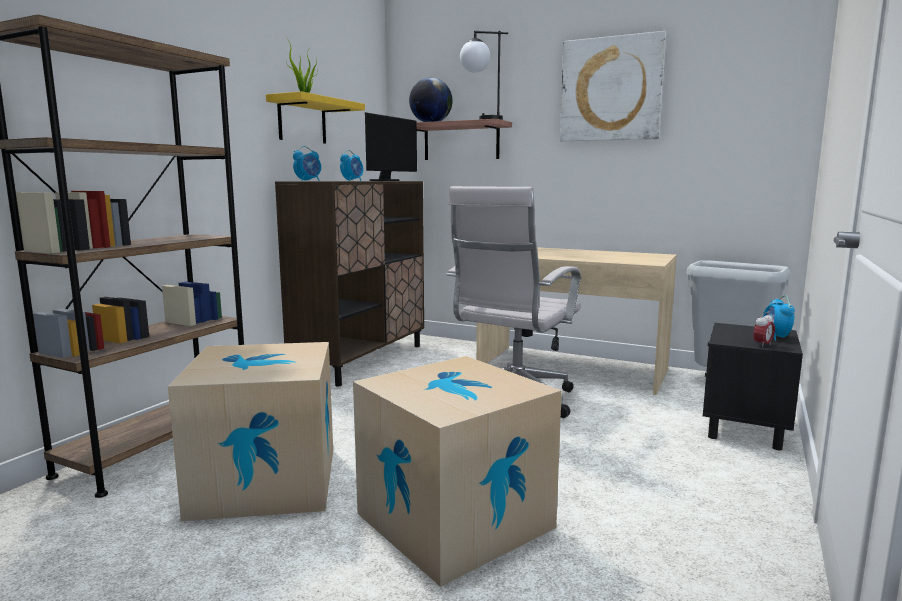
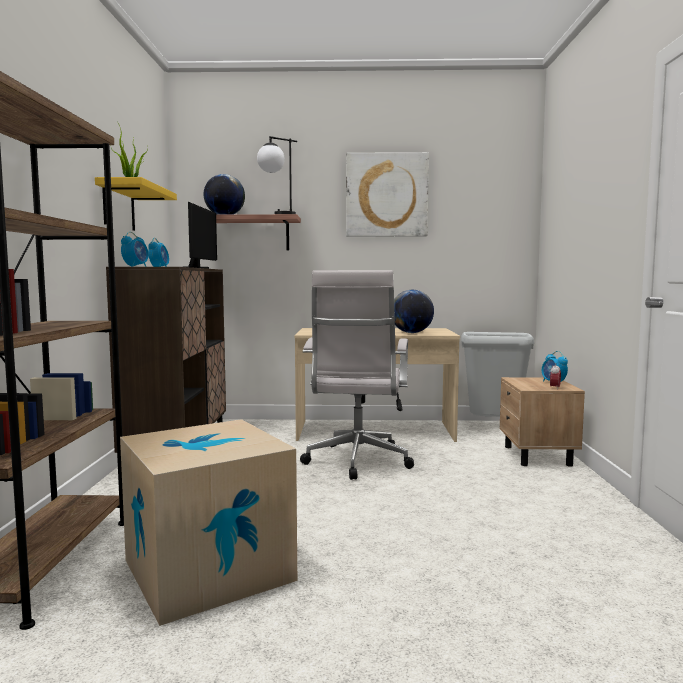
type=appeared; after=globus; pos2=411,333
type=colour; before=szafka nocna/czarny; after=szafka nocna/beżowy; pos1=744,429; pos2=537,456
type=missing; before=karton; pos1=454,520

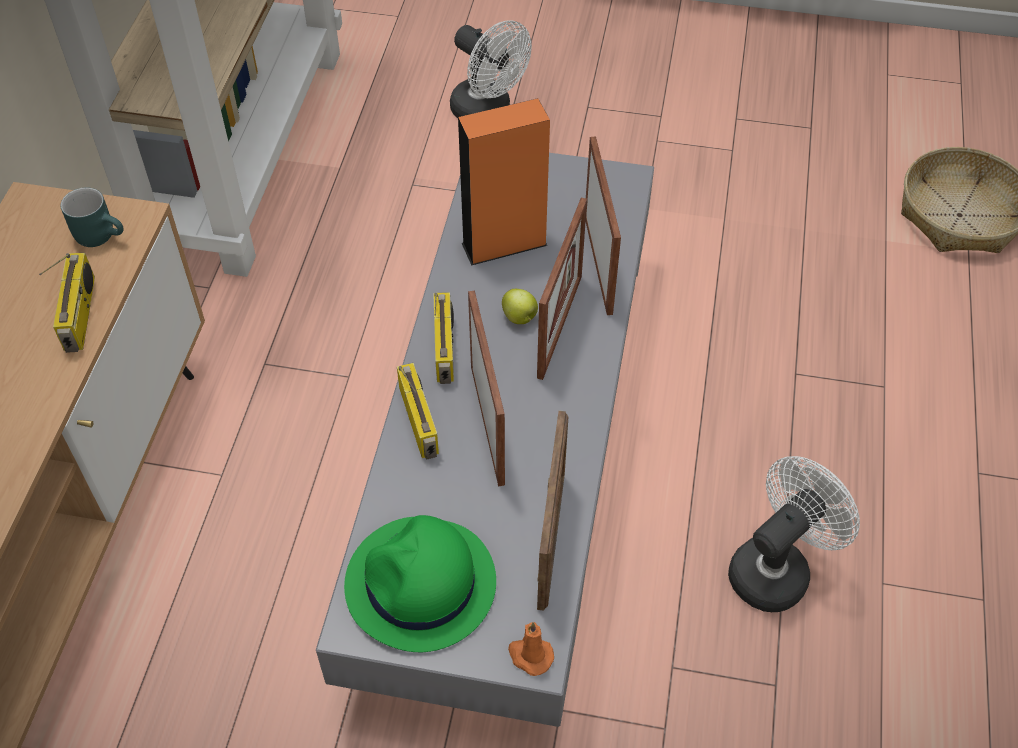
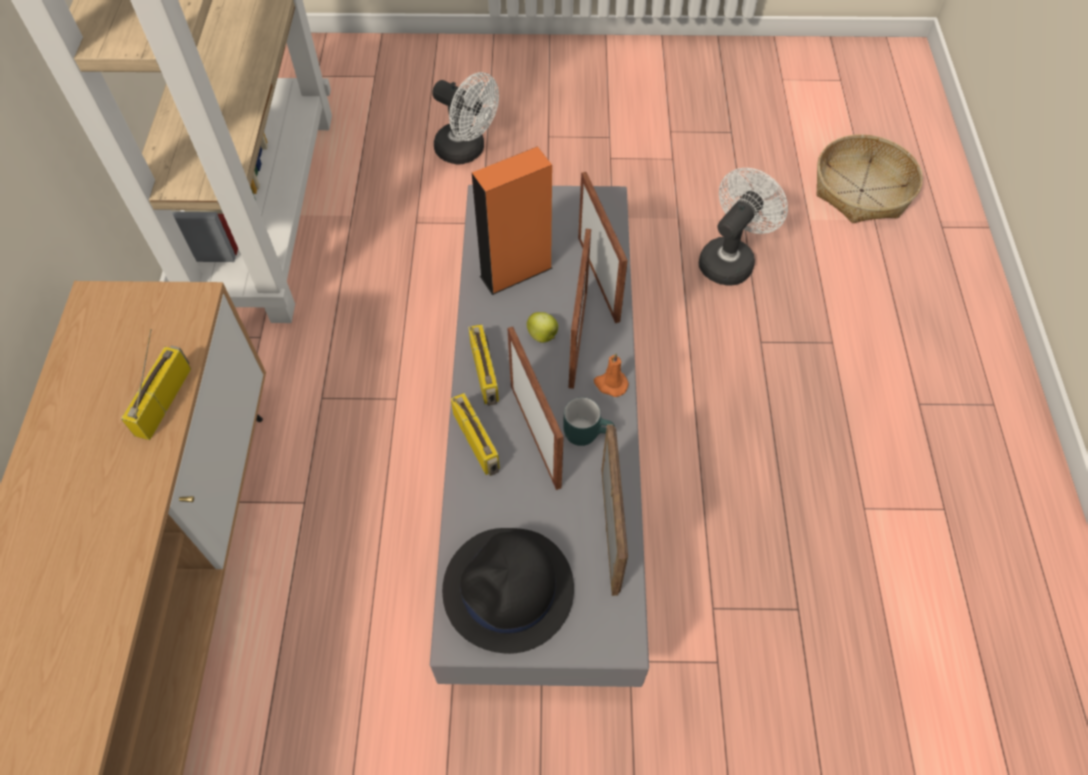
type=spun; before=radio; pos1=81,315; pos2=163,399; turn=-150
type=colour; before=kapelusz/zielony; after=kapelusz/czarny; pos1=420,585; pos2=508,590
type=relocated; before=kubek/turkusowy; pos1=102,234; pos2=587,431
type=relocated; before=świeca/pomarańczowy; pos1=530,655; pos2=610,384
type=relocated; before=wentylator/biały; pos1=776,568; pos2=730,259

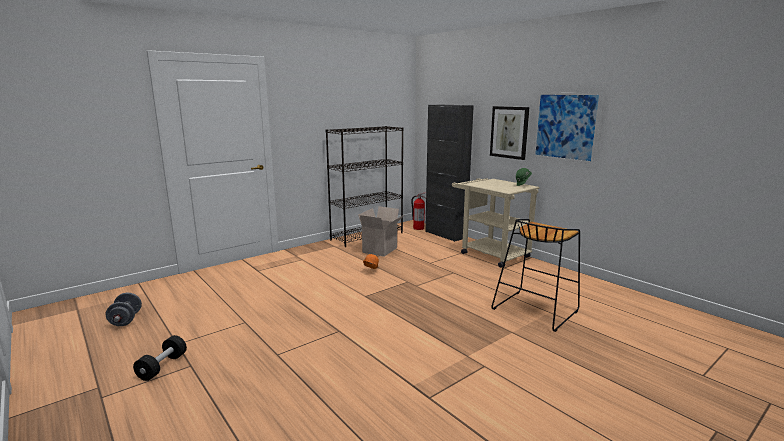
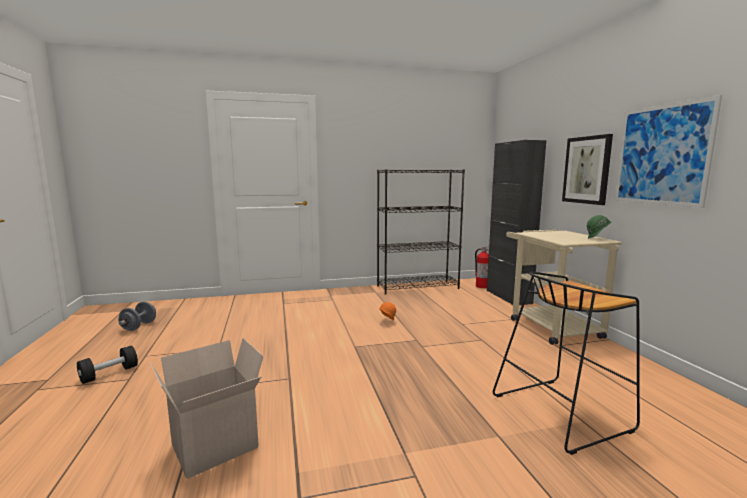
type=relocated; before=karton; pos1=380,250; pos2=214,448

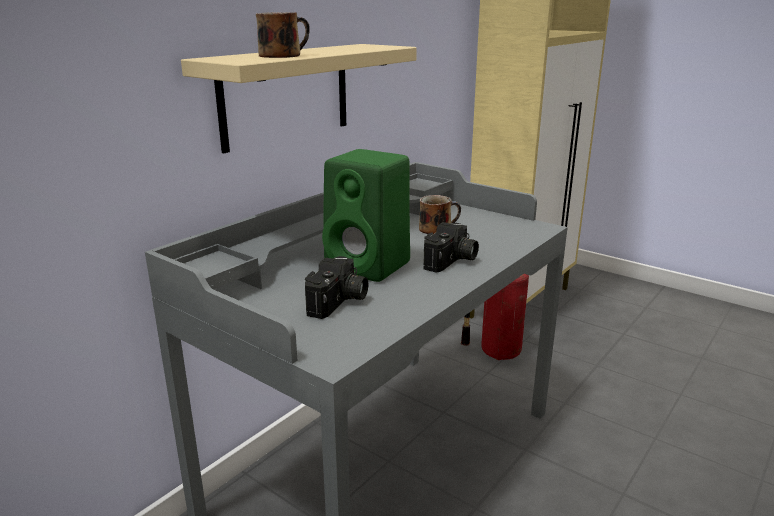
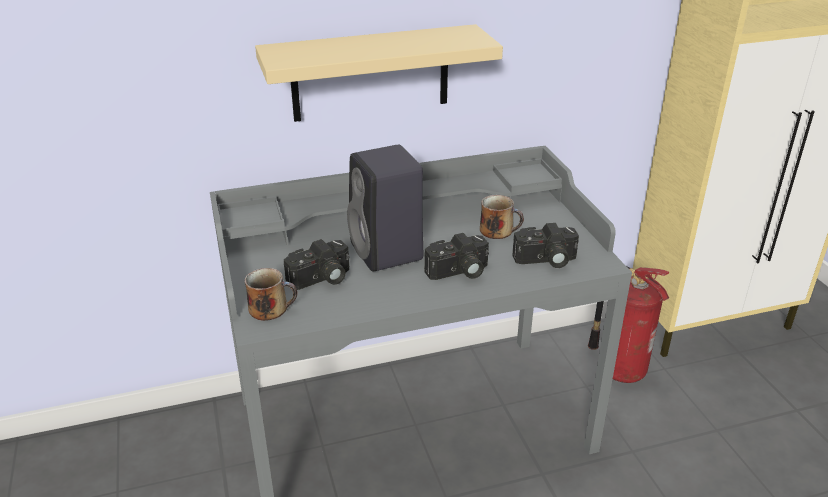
type=relocated; before=kubek; pos1=282,55; pos2=270,308
type=colour; before=głośnik/zielony; after=głośnik/czarny; pos1=370,266; pos2=388,253
type=appeared; after=aparat fotograficzny; pos2=545,261

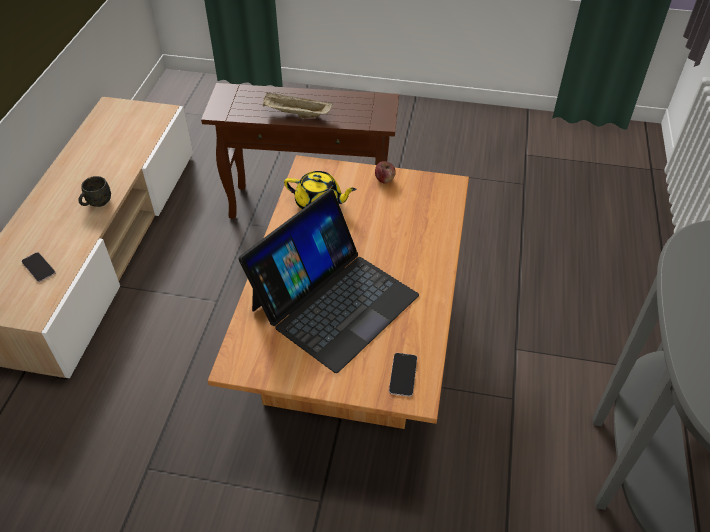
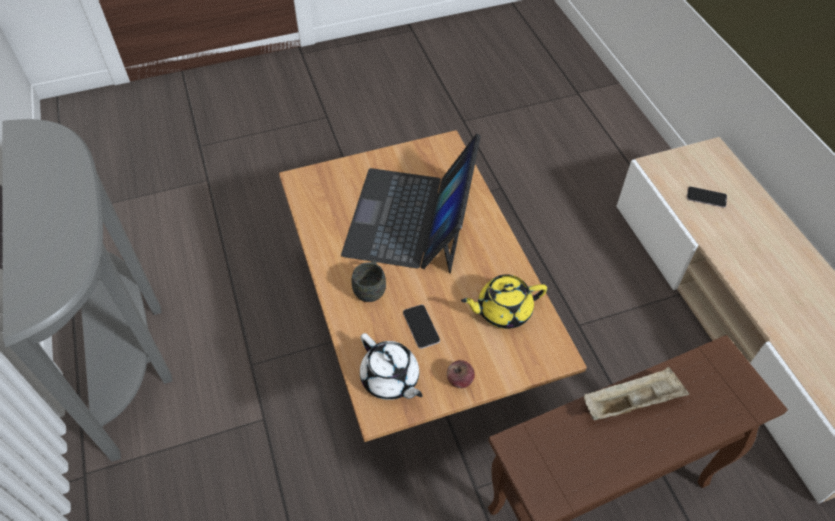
type=relocated; before=kubek/szary; pos1=96,203; pos2=370,288
type=appeared; after=imbryk/biały; pos2=390,379
type=relocated; before=telefon; pos1=403,375; pos2=421,327

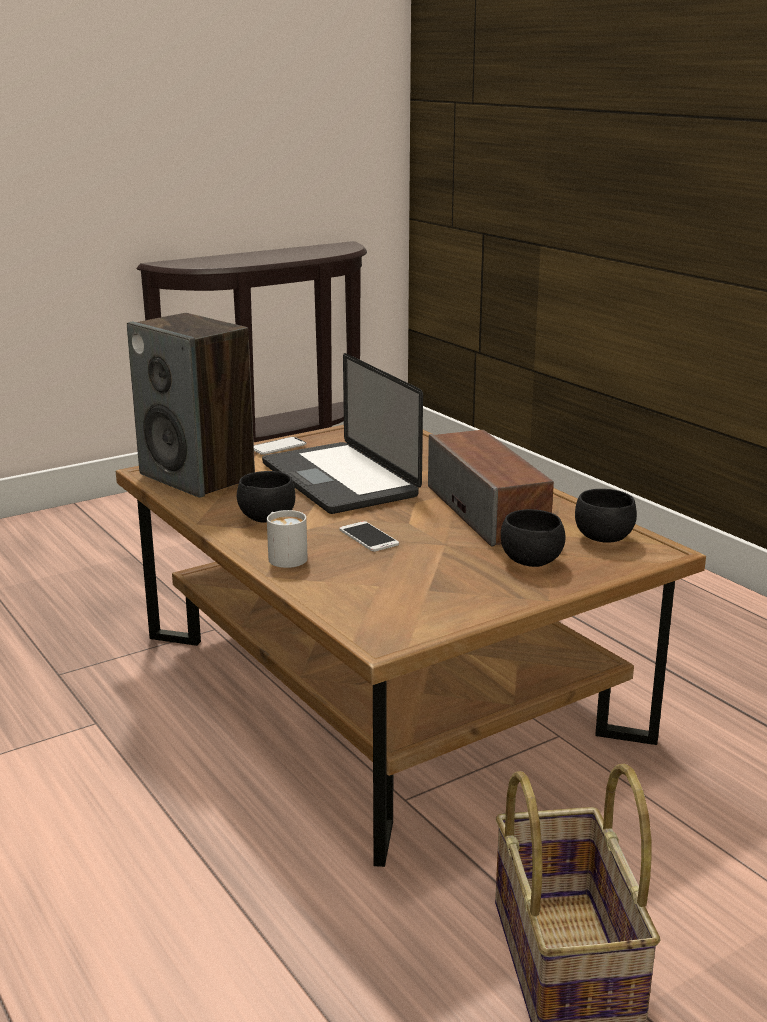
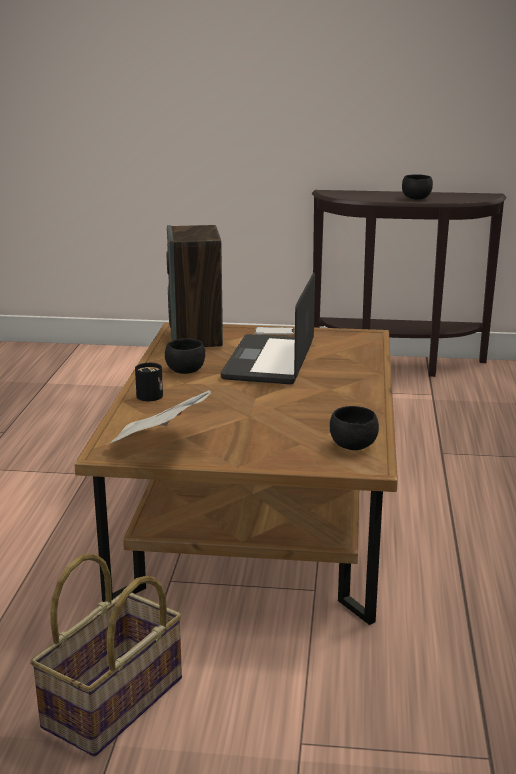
type=appeared; after=gazeta; pos2=160,444
type=colour; before=kubek/biały; after=kubek/czarny; pos1=284,556; pos2=151,394
type=relocated; before=miska/czarny; pos1=531,562; pos2=416,198
type=missing; before=telefon; pos1=368,537
type=missing; before=głośnik; pos1=487,511

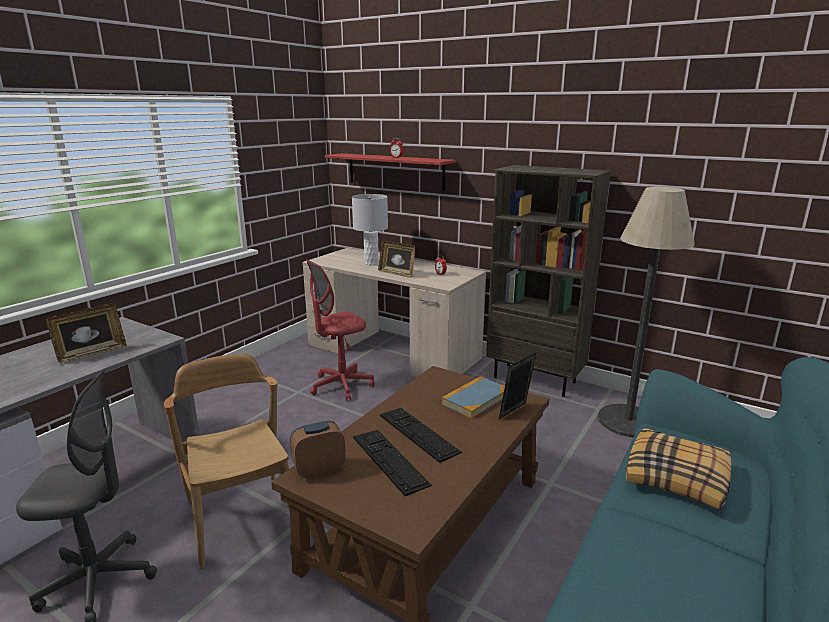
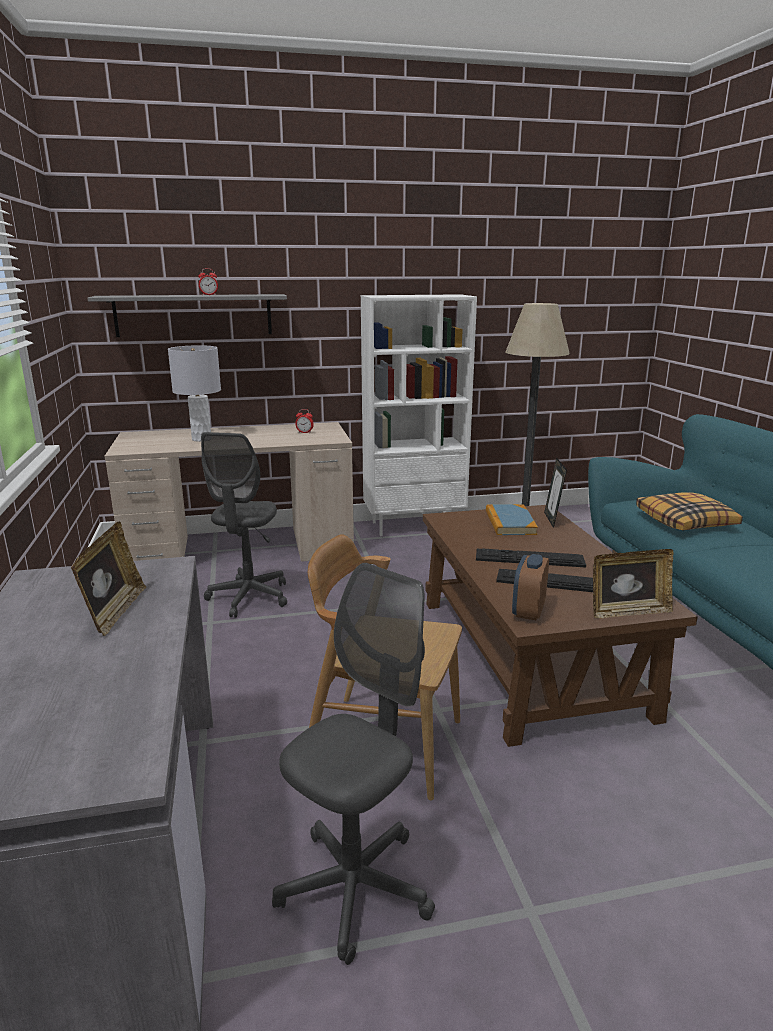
type=colour; before=półka/czerwony; after=półka/szary; pos1=395,171; pos2=193,315
type=colour; before=krzesło biurowe/czerwony; after=krzesło biurowe/szary; pos1=341,386; pos2=249,597
type=colour; before=regał/brązowy; after=regał/biały; pos1=535,379; pos2=414,525
type=relocated; before=ramka na zdjęcie; pos1=397,273; pos2=628,611

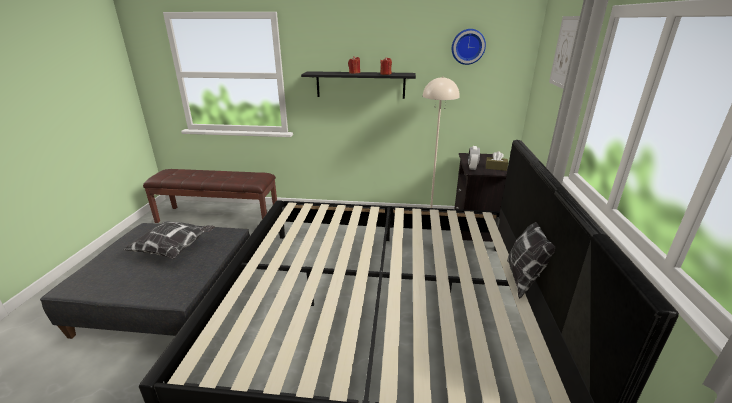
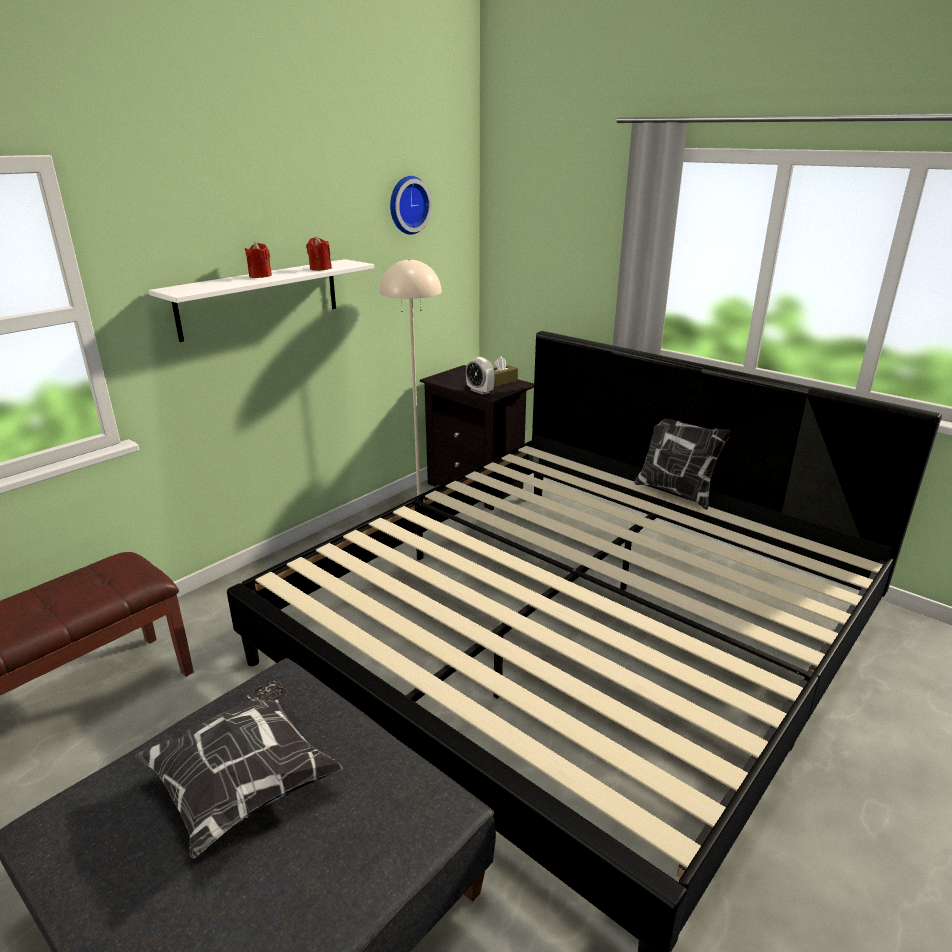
type=colour; before=półka/czarny; after=półka/biały; pos1=360,85; pos2=260,298
type=missing; before=obraz; pos1=564,52

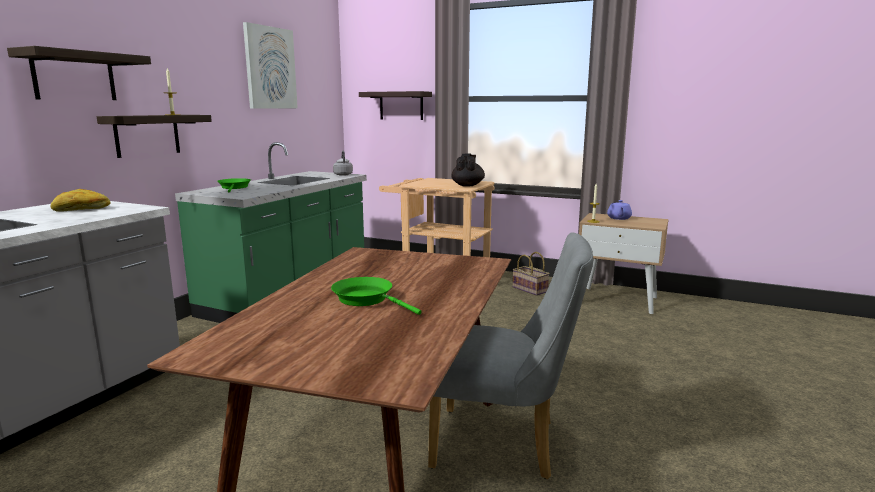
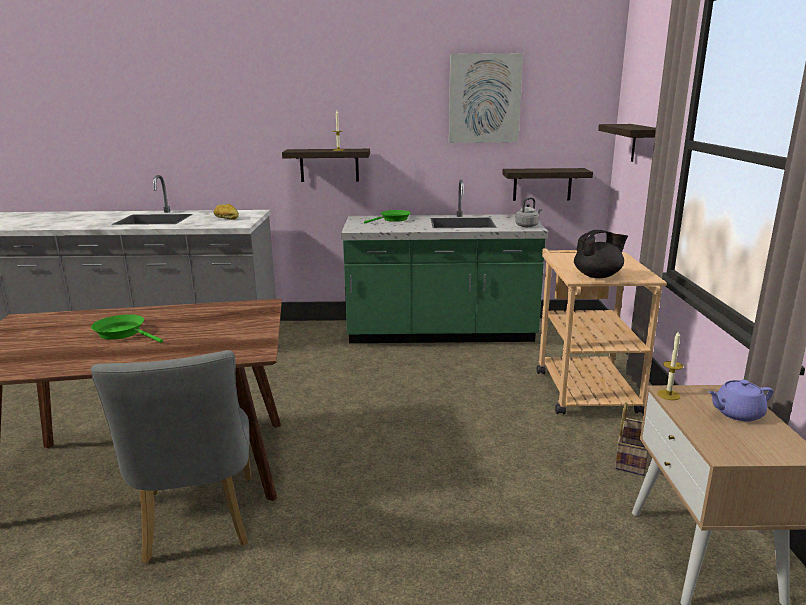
type=spun; before=patelnia/zielony; pos1=367,299; pos2=123,333; turn=-75
type=relocated; before=półka; pos1=74,76; pos2=542,184

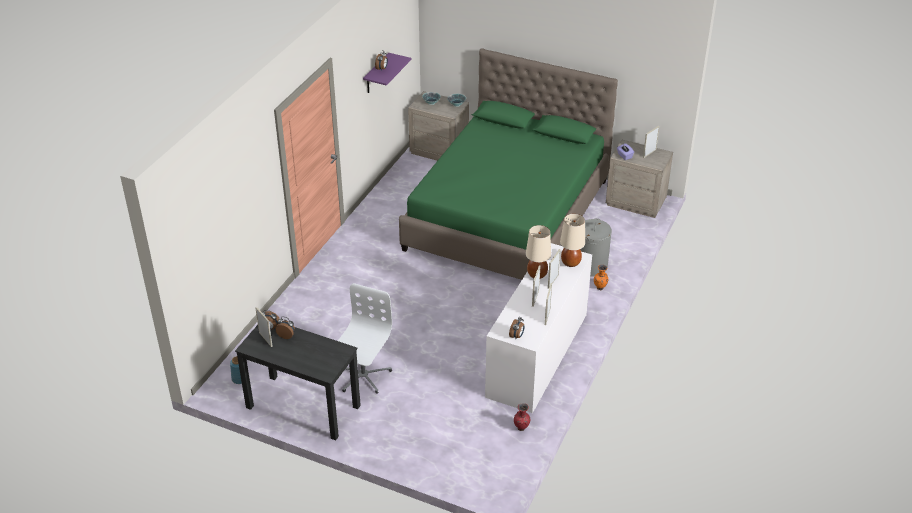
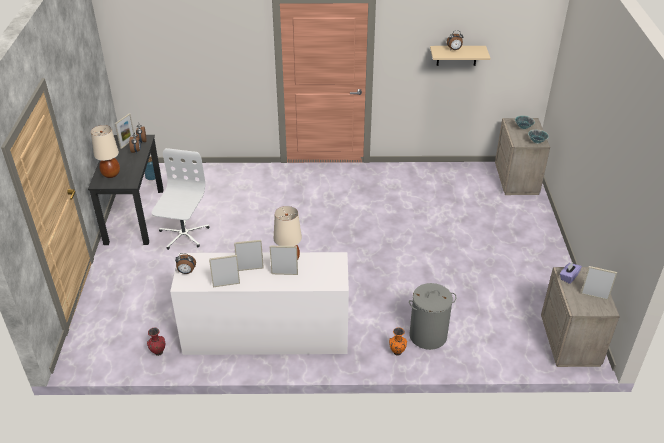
type=relocated; before=lampa stołowa/beżowy; pos1=570,263; pos2=111,174
type=spun; before=krzesło biurowe/biały; pos1=362,376; pos2=183,234; turn=-75
type=colour; before=półka/fioletowy; after=półka/beżowy; pos1=376,74; pos2=457,55
type=missing; before=łóżko/zielony; pos1=508,215

